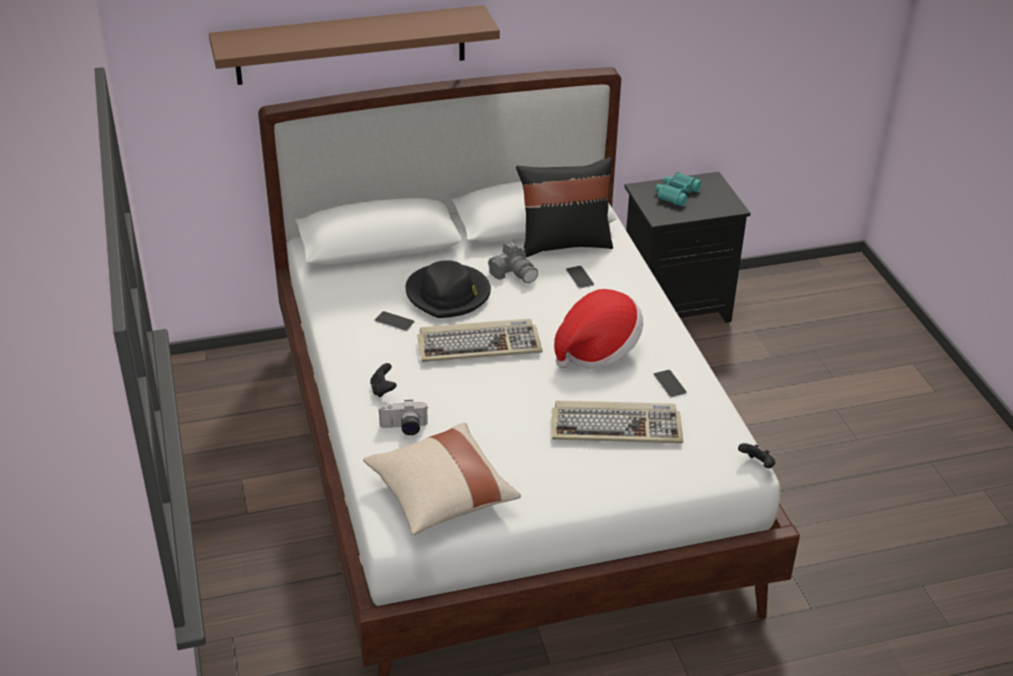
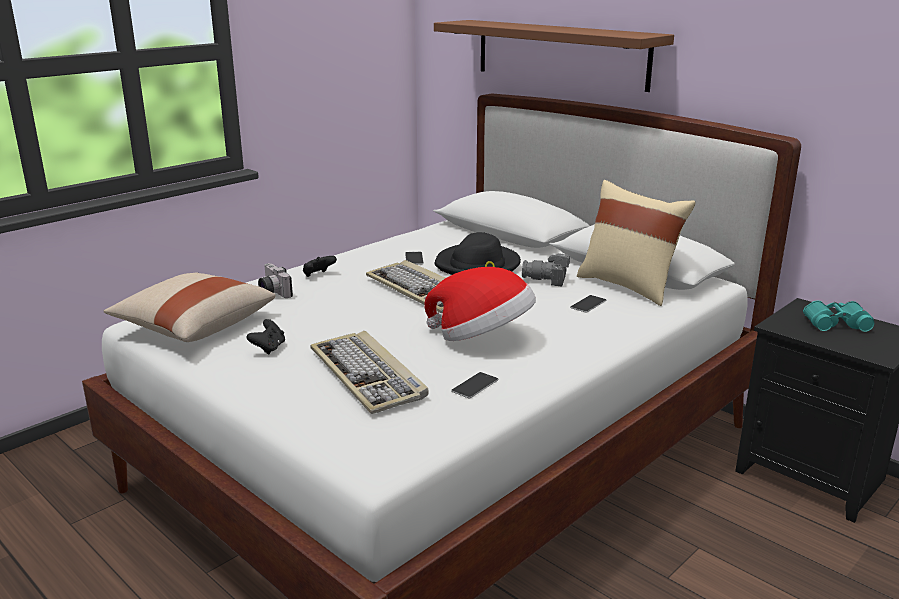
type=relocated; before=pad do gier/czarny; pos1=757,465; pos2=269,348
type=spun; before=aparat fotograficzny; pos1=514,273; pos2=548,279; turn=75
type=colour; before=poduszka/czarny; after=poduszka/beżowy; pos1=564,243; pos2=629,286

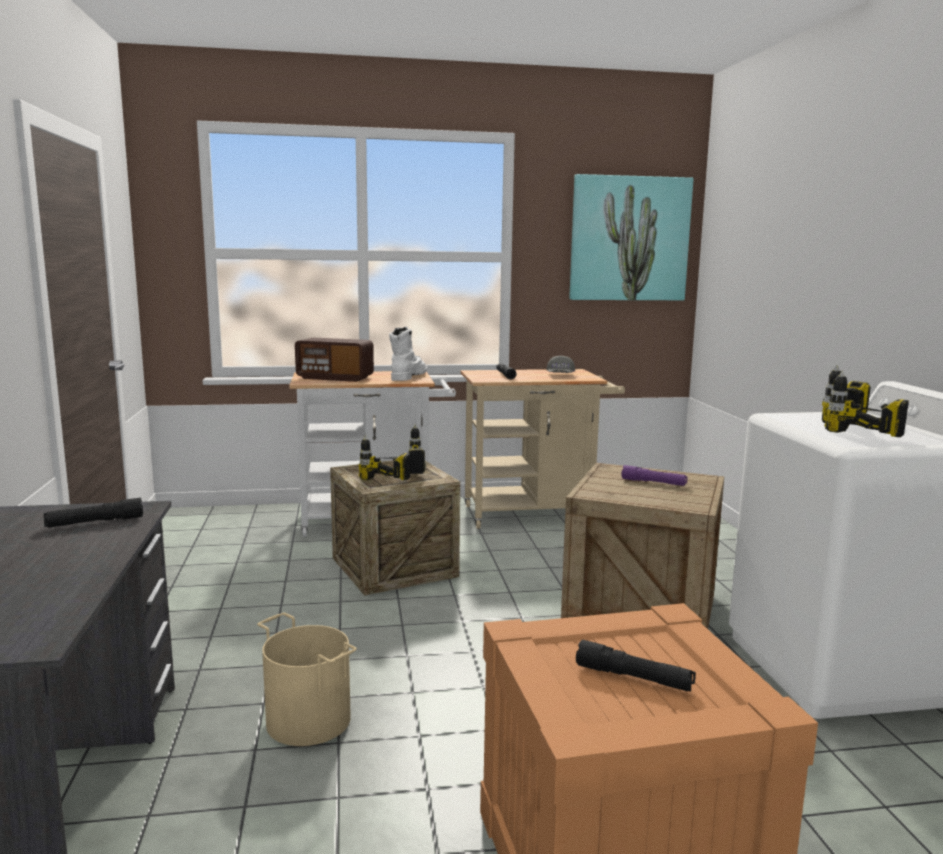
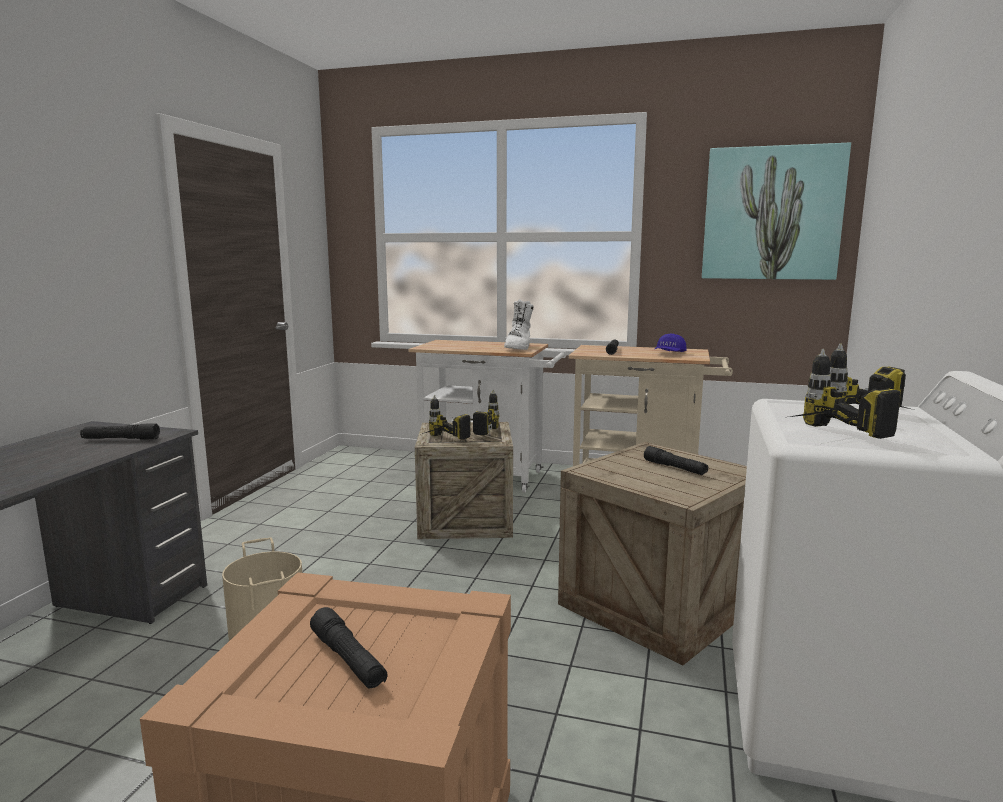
type=spun; before=but z cholewką/biały; pos1=408,377; pos2=518,348; turn=150
type=colour; before=latarka/fioletowy; after=latarka/czarny; pos1=653,483; pos2=674,468
type=colour; before=czapka z daszkiem/szary; after=czapka z daszkiem/niebieski; pos1=560,375; pos2=669,353
type=missing; before=radio; pos1=335,378

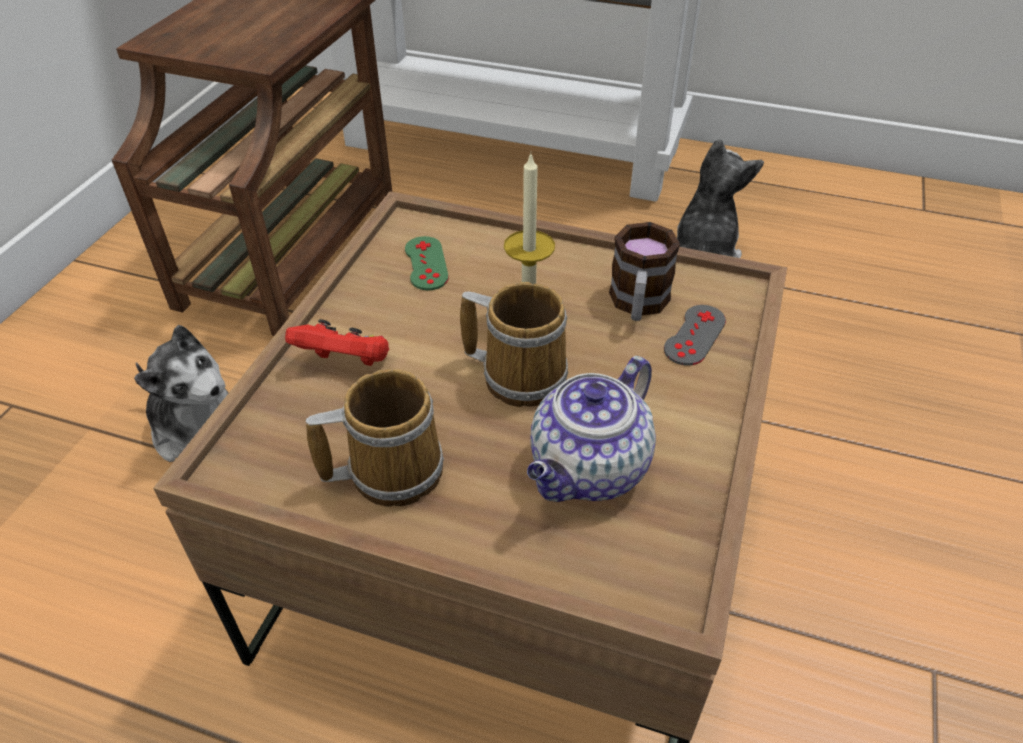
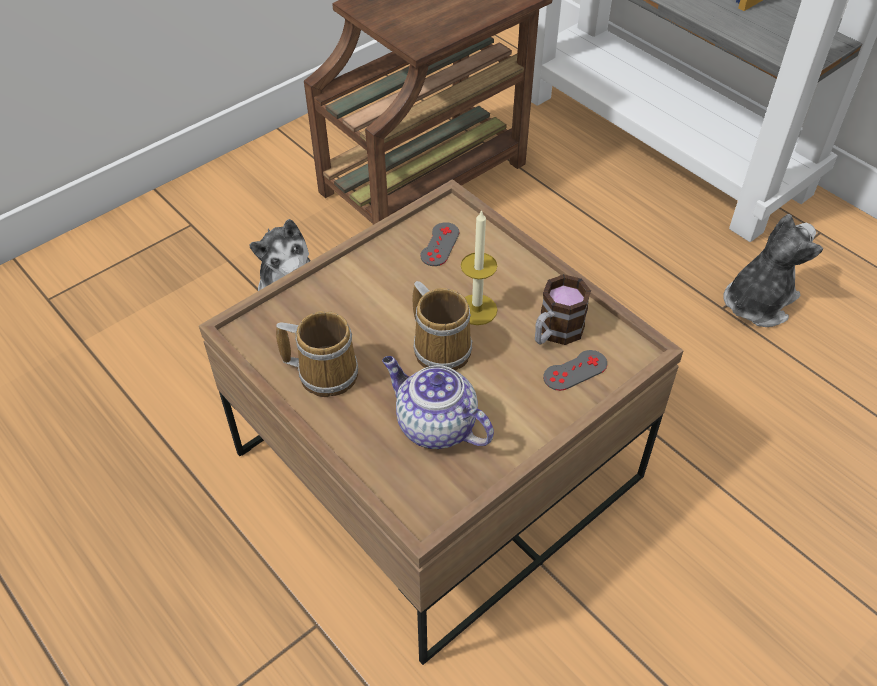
type=spun; before=imbryk; pos1=588,471; pos2=434,425; turn=60
type=colour; before=pad do gier/zielony; after=pad do gier/szary; pos1=426,263; pos2=440,244
type=missing; before=pad do gier/czerwony; pos1=346,363

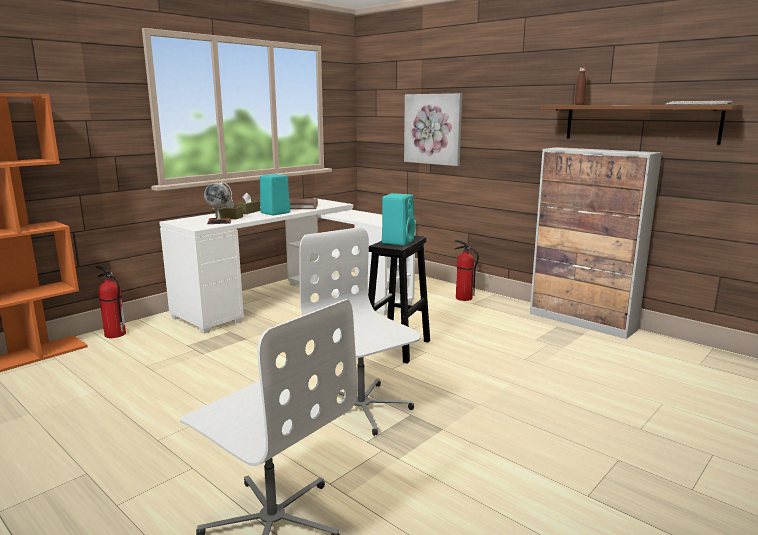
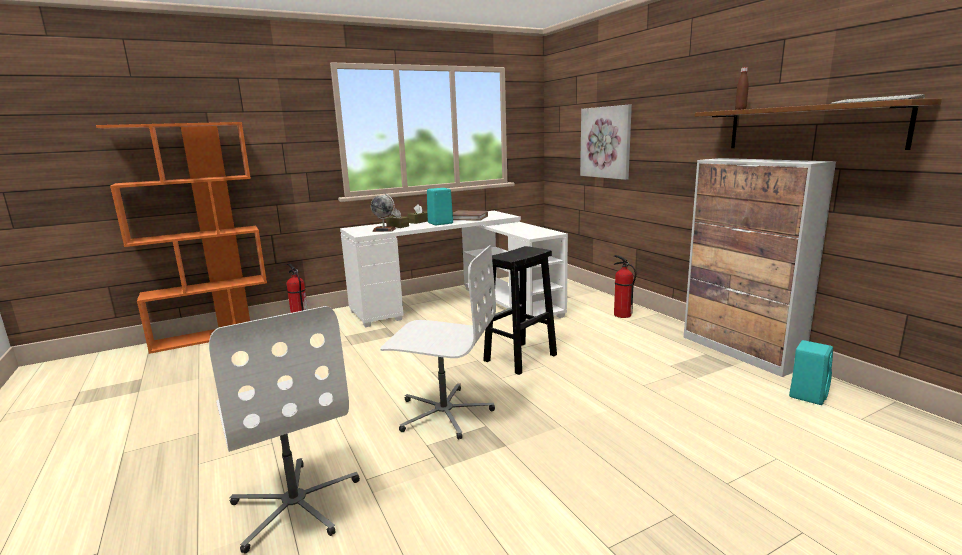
type=spun; before=krzesło biurowe/biały; pos1=360,408; pos2=444,413; turn=120
type=relocated; before=głośnik/turkusowy; pos1=398,241; pos2=808,395

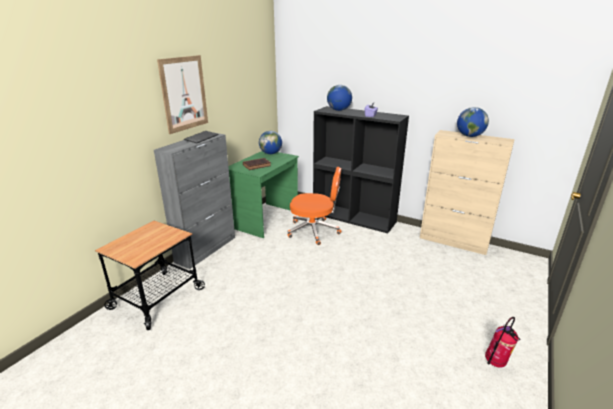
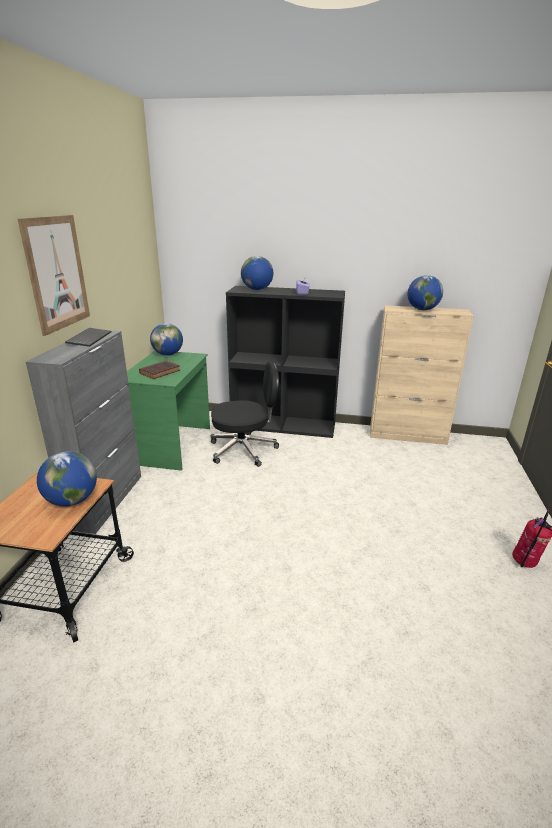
type=appeared; after=globus; pos2=72,501
type=colour; before=krzesło biurowe/pomarańczowy; after=krzesło biurowe/czarny; pos1=314,231; pos2=244,449

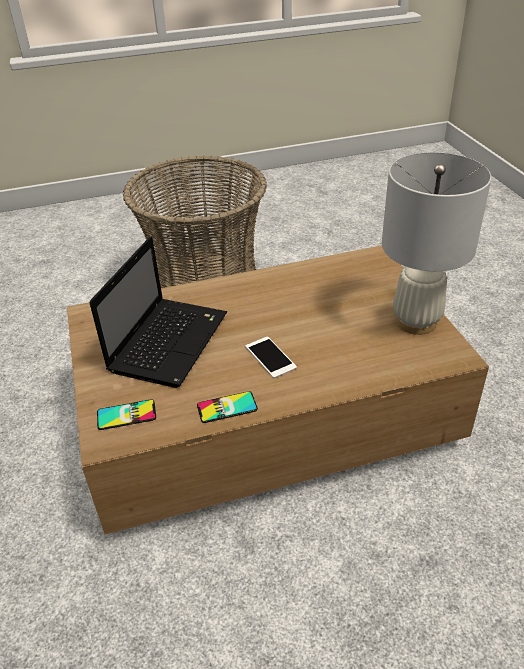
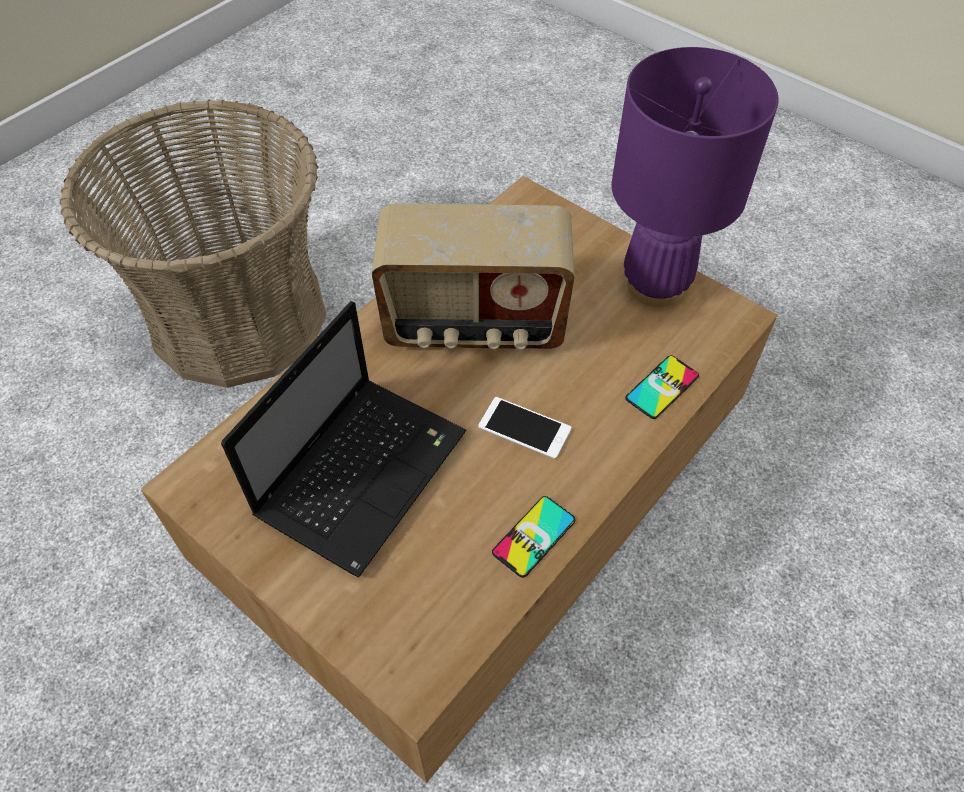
type=spun; before=laptop; pos1=169,341; pos2=364,470; turn=45
type=appeared; after=radio; pos2=474,325
type=colour; before=lampa stołowa/biały; after=lampa stołowa/fioletowy; pos1=415,322; pos2=655,286
type=relocated; before=telefon; pos1=126,415; pos2=662,387

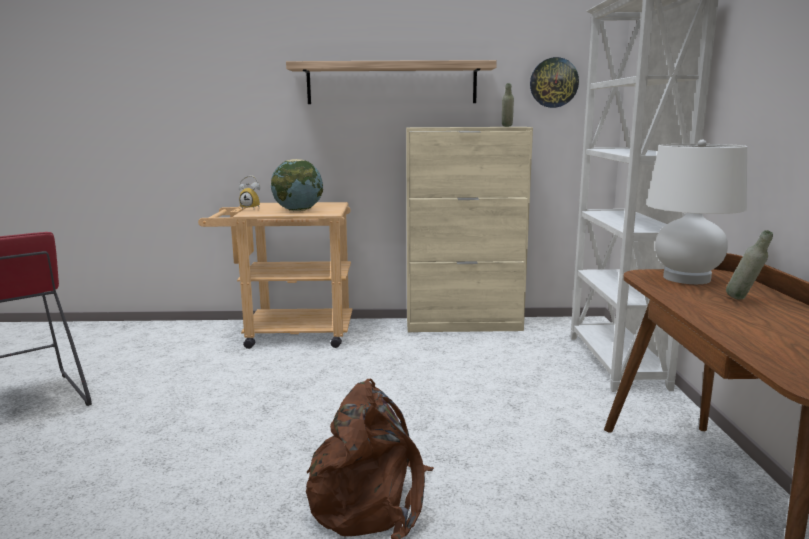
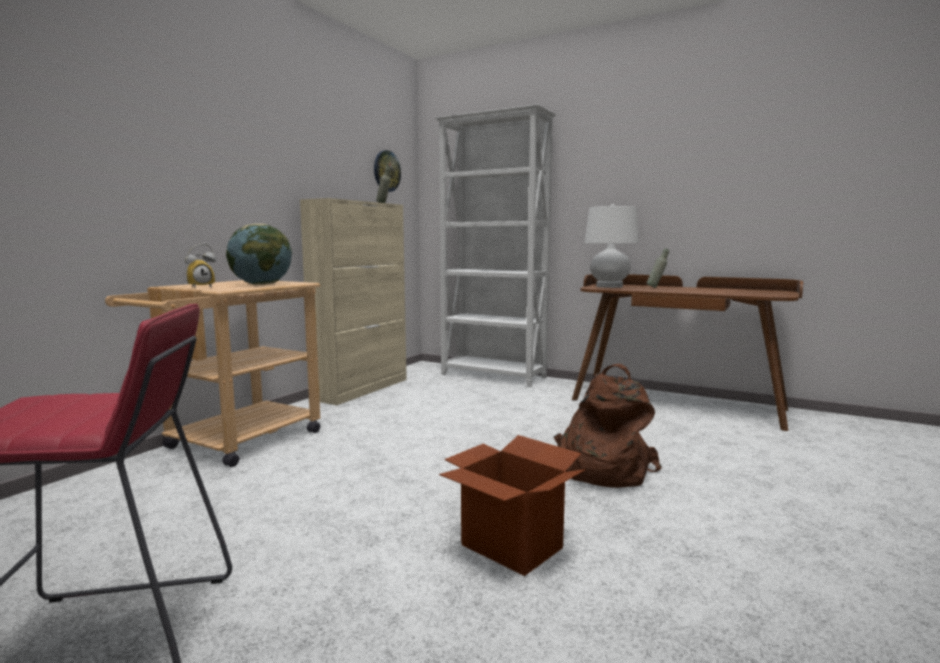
type=appeared; after=karton; pos2=511,546
type=missing; before=półka; pos1=391,83

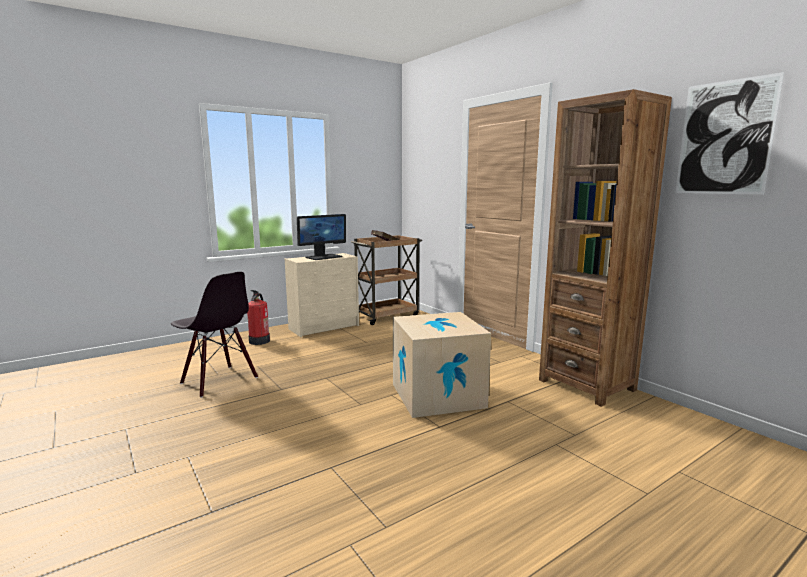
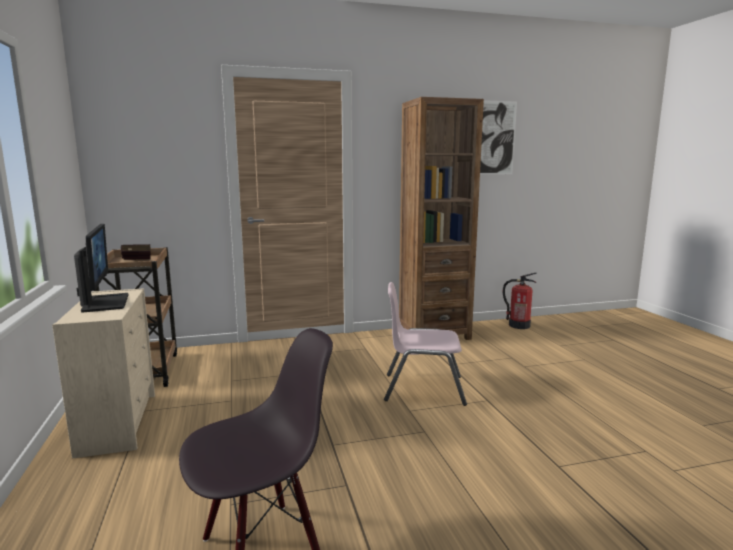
type=exchanged; before=karton; after=krzesło/różowy; pos1=437,395; pos2=423,389
type=relocated; before=gaśnica; pos1=259,341; pos2=518,325

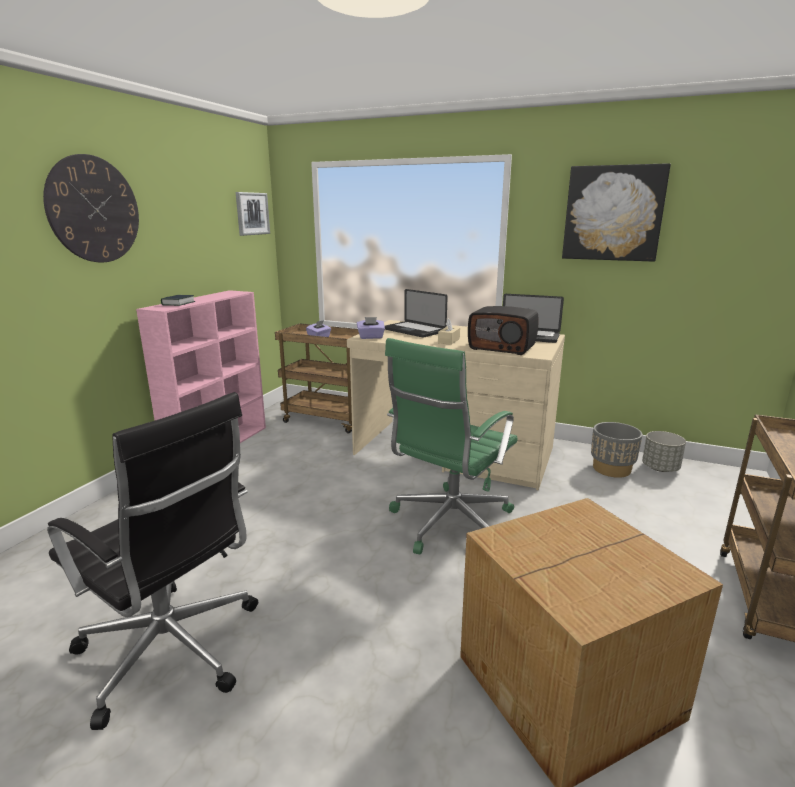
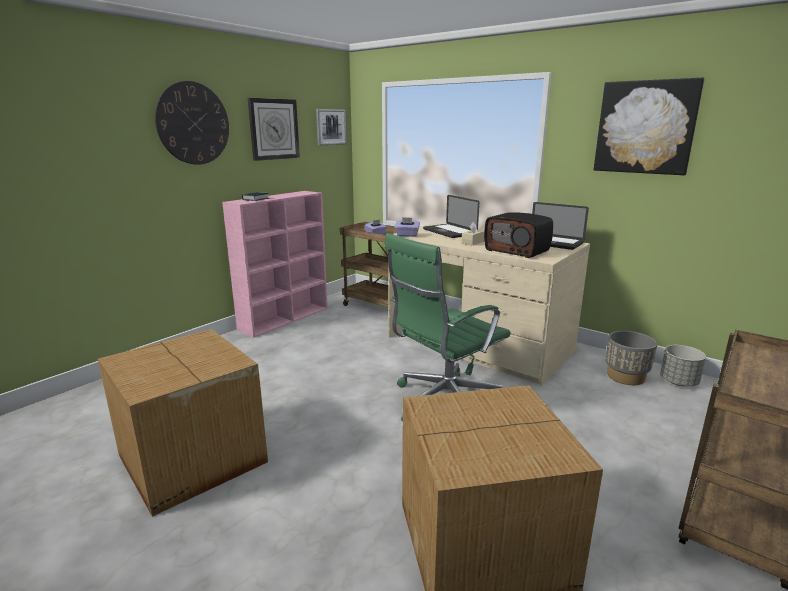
type=exchanged; before=krzesło biurowe/czarny; after=karton; pos1=173,651; pos2=191,460
type=appeared; after=zegar ścienny; pos2=274,129

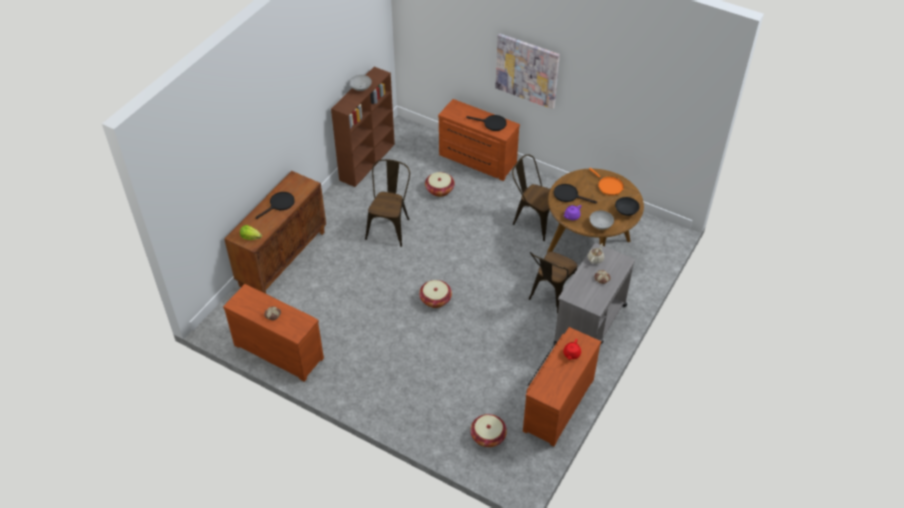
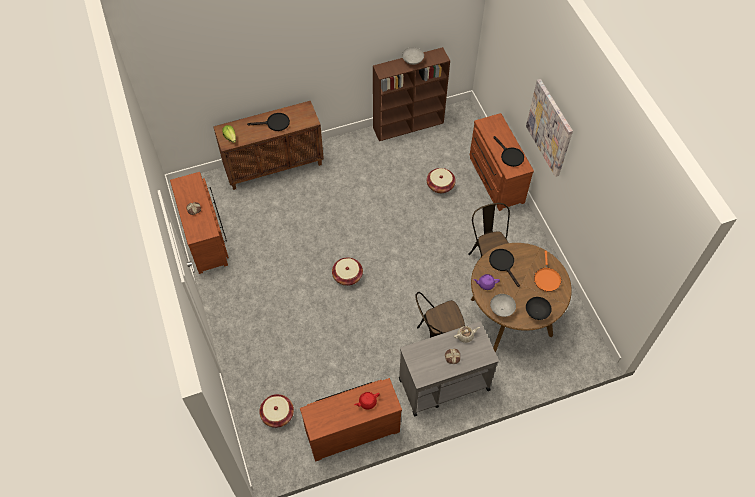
type=missing; before=krzesło/brązowy; pos1=390,226

